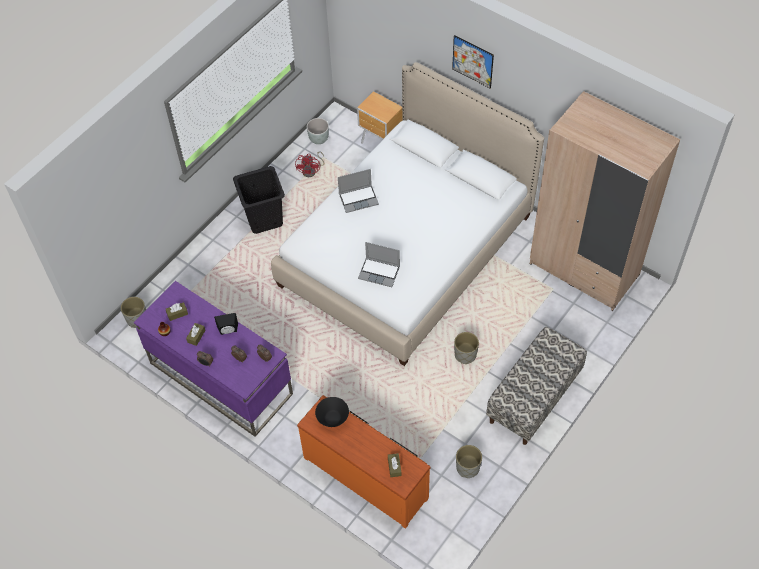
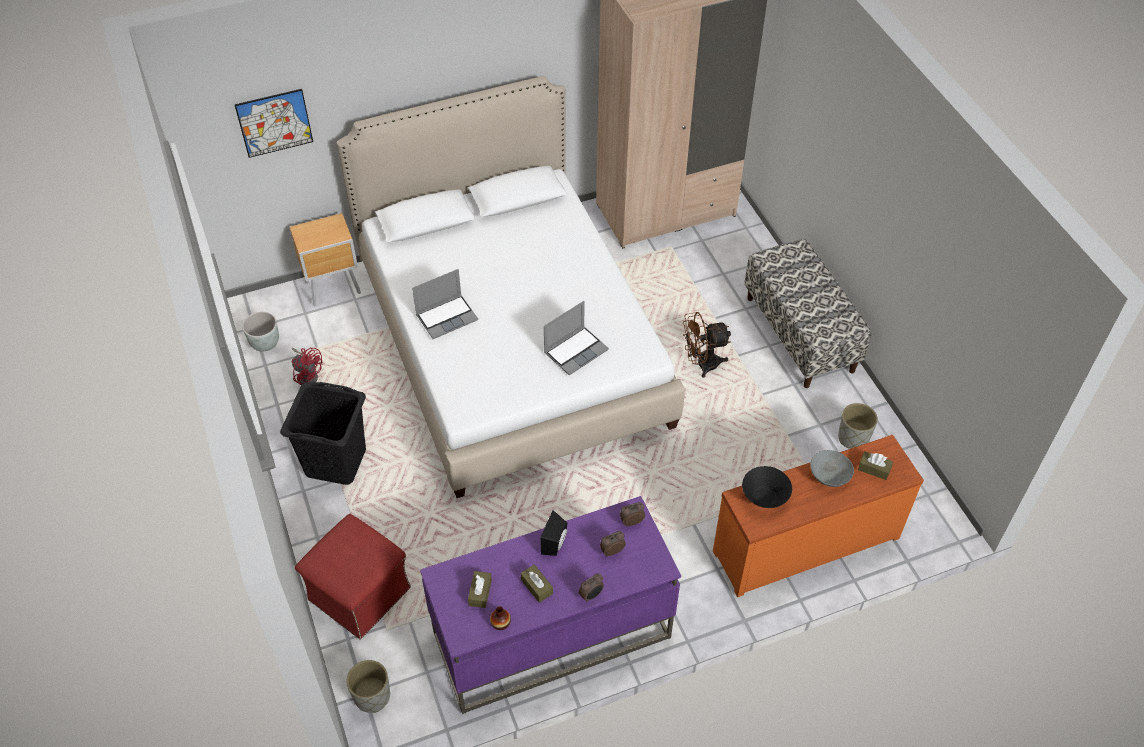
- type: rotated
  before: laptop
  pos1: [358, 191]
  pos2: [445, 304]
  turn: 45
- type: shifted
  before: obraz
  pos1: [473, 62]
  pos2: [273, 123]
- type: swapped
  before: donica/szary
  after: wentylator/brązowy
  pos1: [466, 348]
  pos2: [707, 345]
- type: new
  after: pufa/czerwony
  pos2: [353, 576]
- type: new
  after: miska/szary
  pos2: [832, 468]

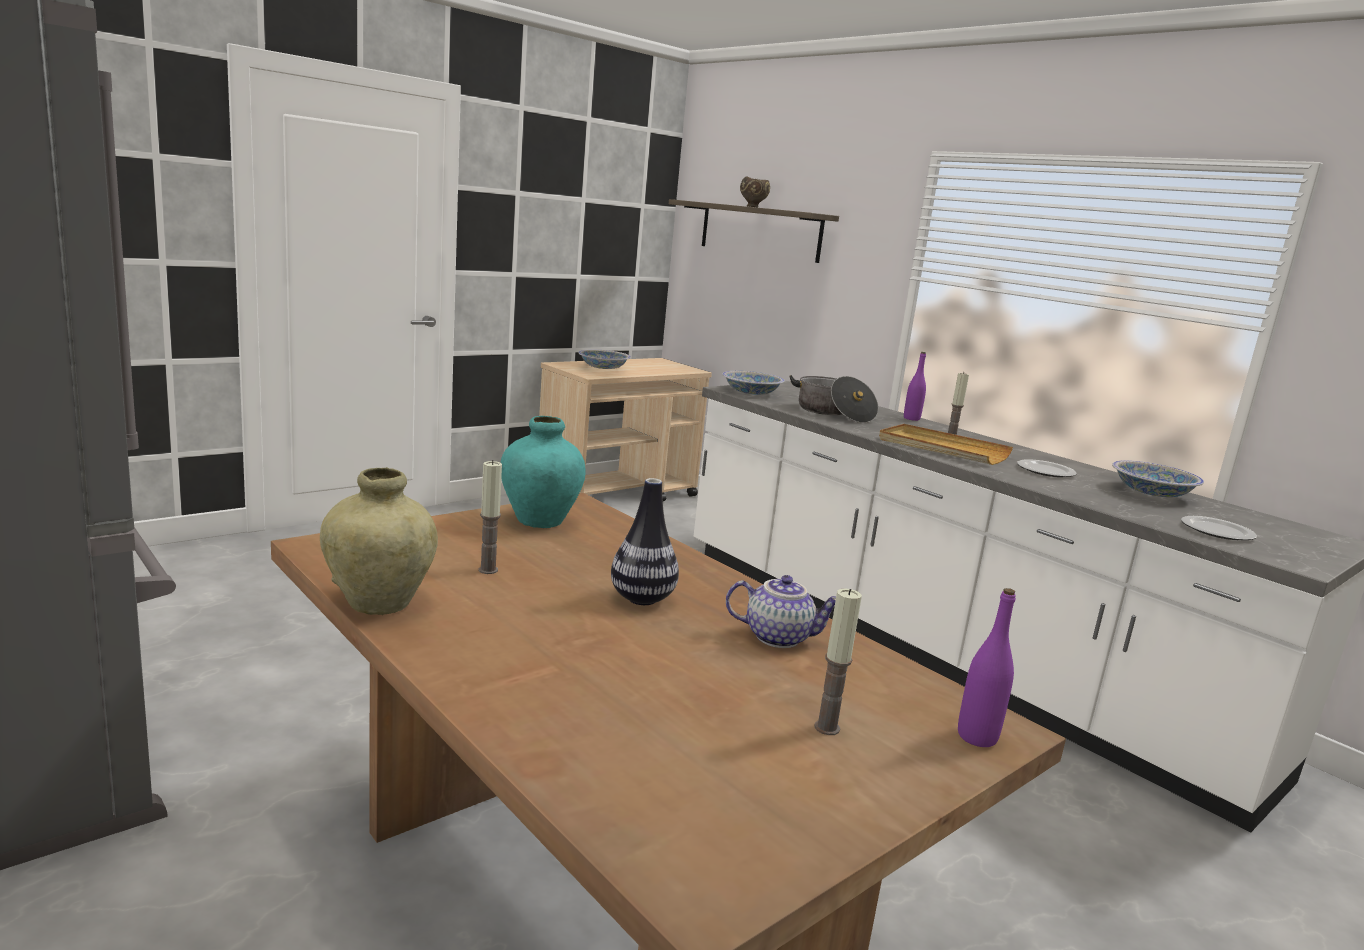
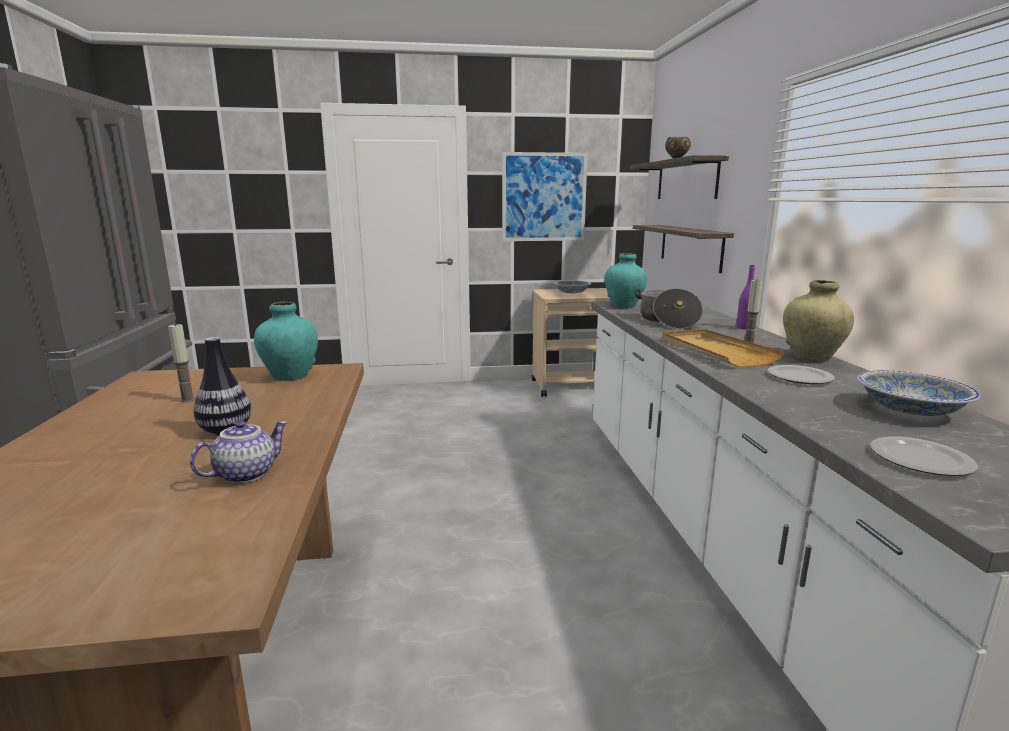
- type: shifted
  before: wazon/beżowy
  pos1: [379, 541]
  pos2: [818, 321]
- type: swapped
  before: miska
  after: wazon/turkusowy
  pos1: [753, 383]
  pos2: [625, 280]
- type: rotated
  before: imbryk
  pos1: [781, 611]
  pos2: [239, 451]
  turn: -90
- type: gone
  before: świeca
  pos1: [838, 661]
- type: gone
  before: butelka/fioletowy
  pos1: [987, 667]
- type: new
  after: obraz
  pos2: [545, 196]
- type: new
  after: półka
  pos2: [683, 249]

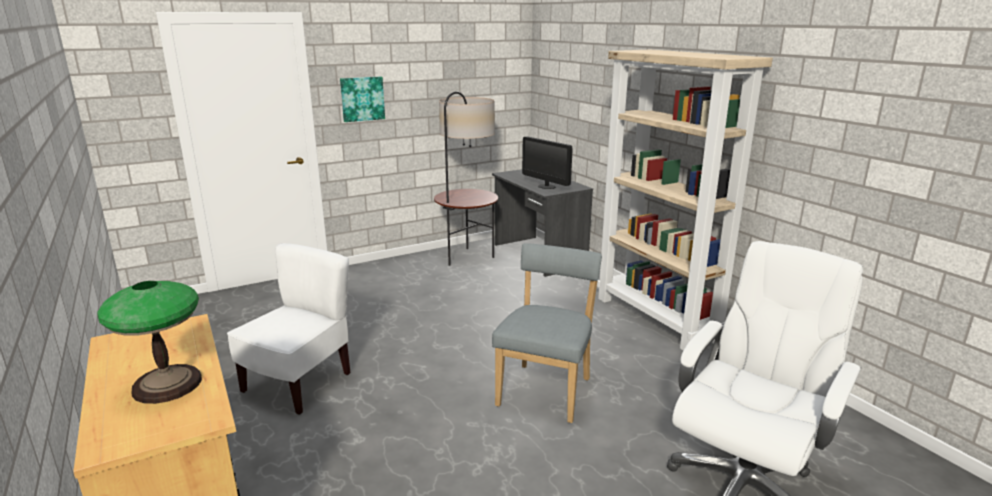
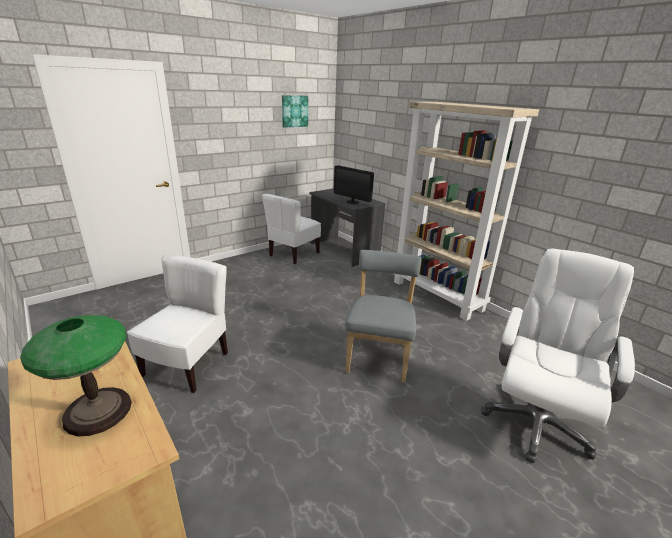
- type: shifted
  before: obraz
  pos1: [362, 99]
  pos2: [295, 111]
- type: swapped
  before: lampa stojąca
  after: krzesło/biały
  pos1: [466, 178]
  pos2: [291, 229]

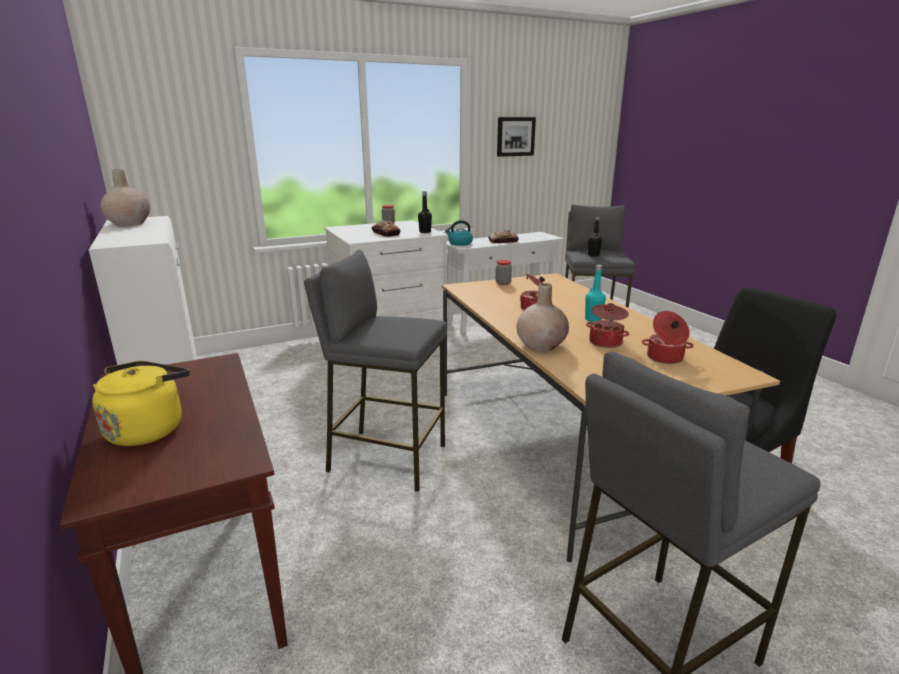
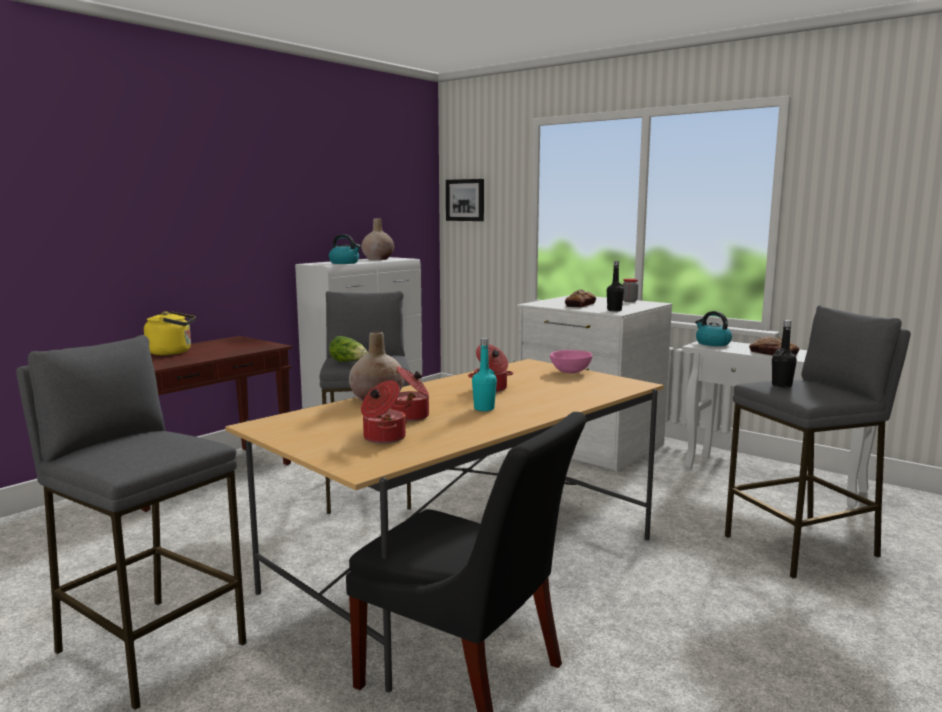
- type: swapped
  before: słoik
  after: miska/różowy
  pos1: [504, 272]
  pos2: [571, 361]
- type: shifted
  before: obraz
  pos1: [516, 137]
  pos2: [465, 200]
- type: new
  after: czajnik
  pos2: [345, 249]
- type: new
  after: sałata
  pos2: [348, 349]

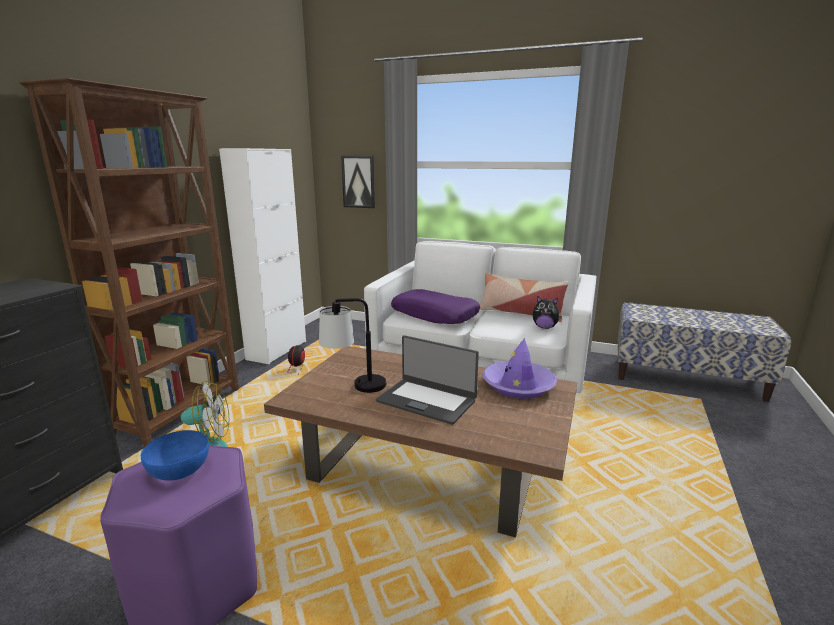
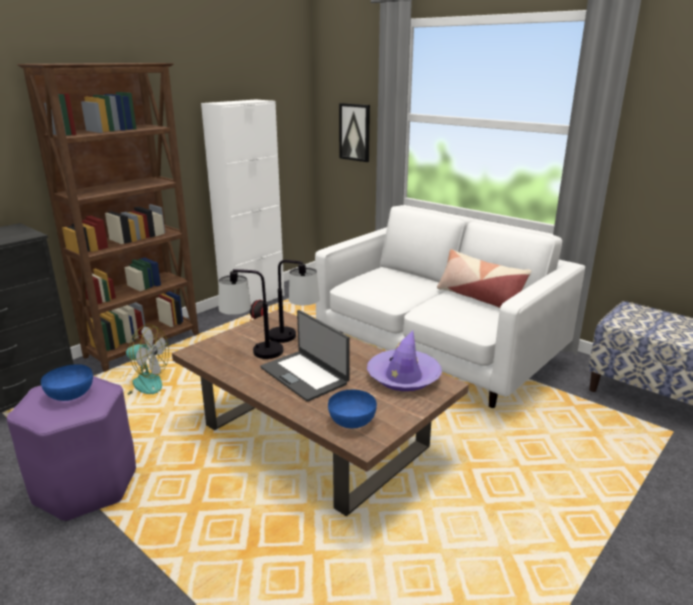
- type: gone
  before: poduszka/fioletowy
  pos1: [435, 306]
- type: gone
  before: pluszak
  pos1: [547, 313]
- type: new
  after: lampa stołowa
  pos2: [294, 301]
- type: new
  after: miska/niebieski
  pos2: [352, 409]

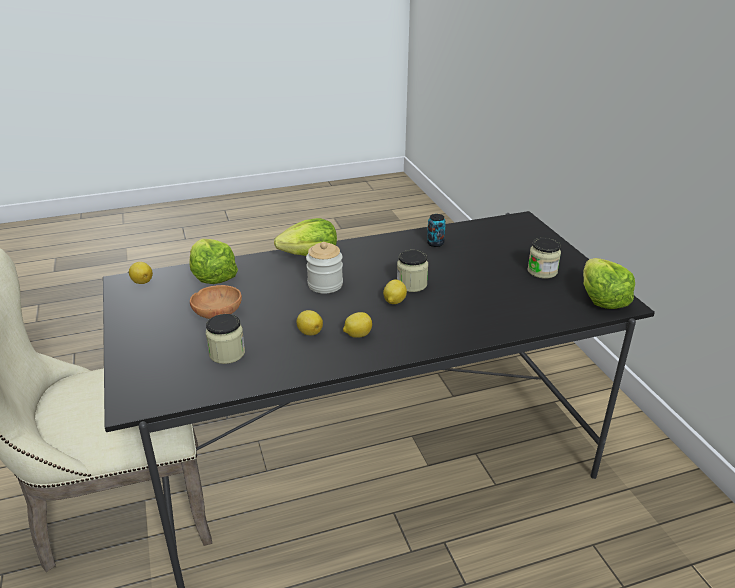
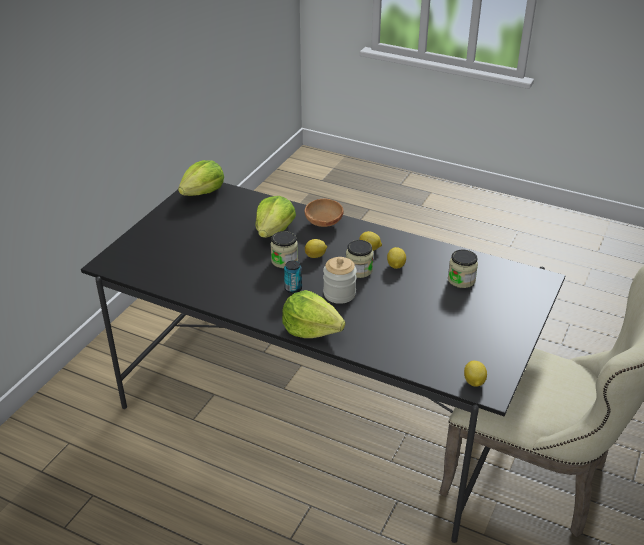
- type: shifted
  before: sałata
  pos1: [214, 261]
  pos2: [275, 217]
- type: shifted
  before: miska/brązowy
  pos1: [216, 302]
  pos2: [324, 213]
- type: shifted
  before: puszka
  pos1: [436, 230]
  pos2: [293, 276]
- type: shifted
  before: słoik
  pos1: [544, 258]
  pos2: [360, 259]

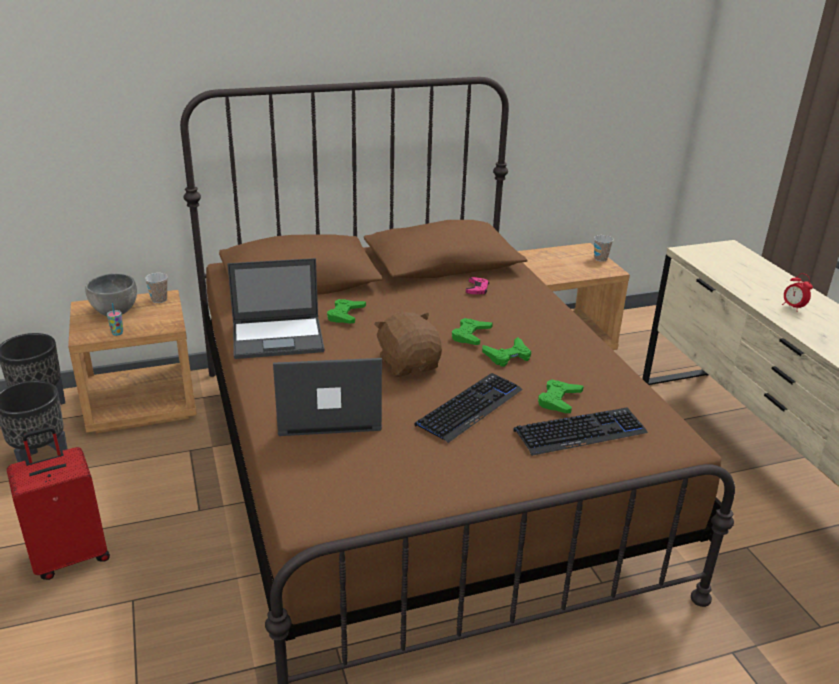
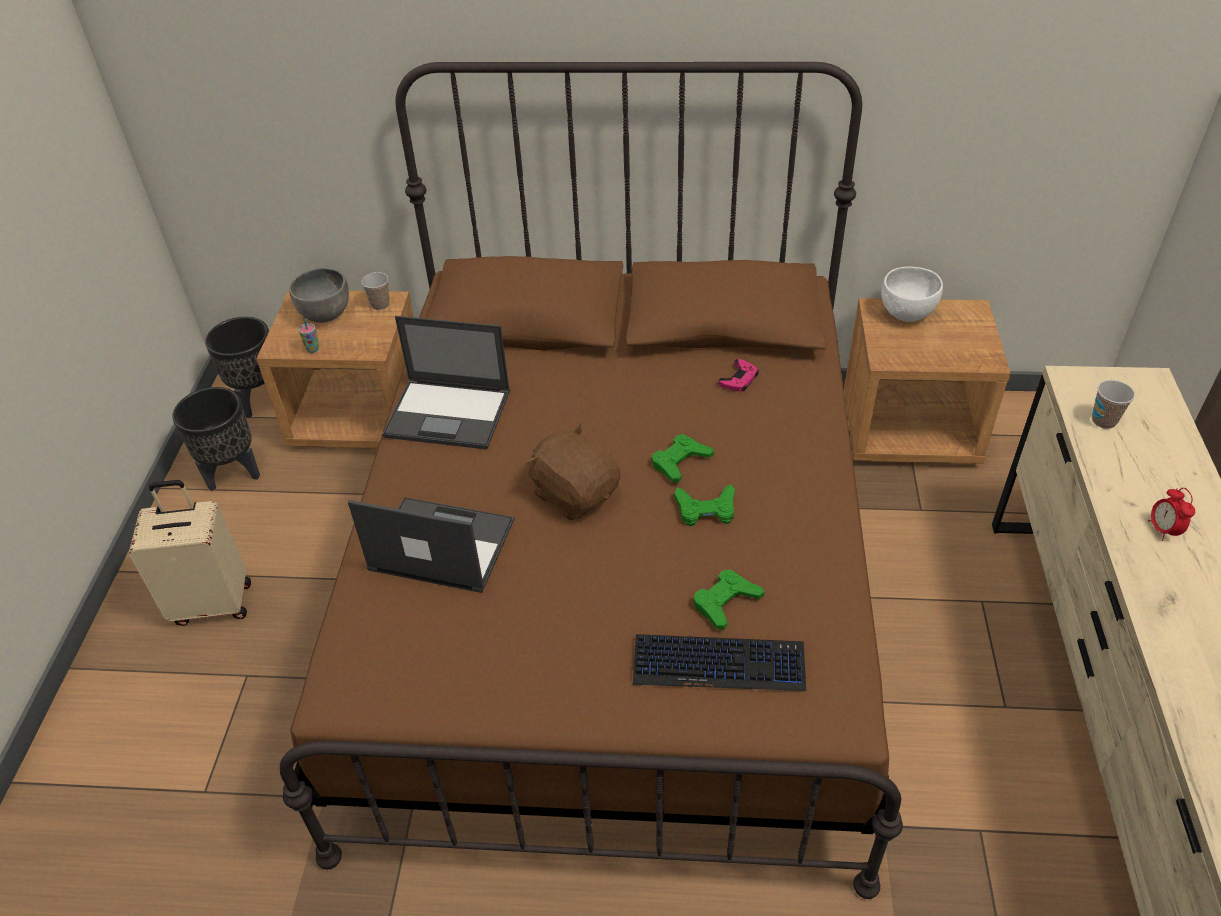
- type: repainted
  before: walizka/czerwony
  after: walizka/beżowy
  pos1: [58, 503]
  pos2: [190, 553]
- type: gone
  before: pad do gier/zielony
  pos1: [346, 311]
- type: rotated
  before: pluszak/brązowy
  pos1: [408, 344]
  pos2: [573, 472]
  turn: -45
- type: gone
  before: klawiatura
  pos1: [468, 408]
- type: shifted
  before: filiżanka
  pos1: [604, 248]
  pos2: [1113, 404]
- type: new
  after: miska/biały
  pos2: [912, 294]

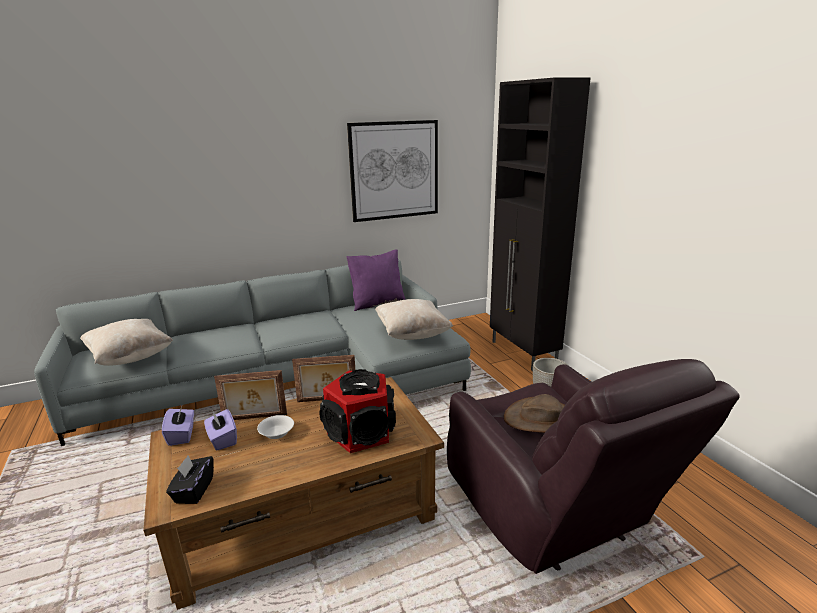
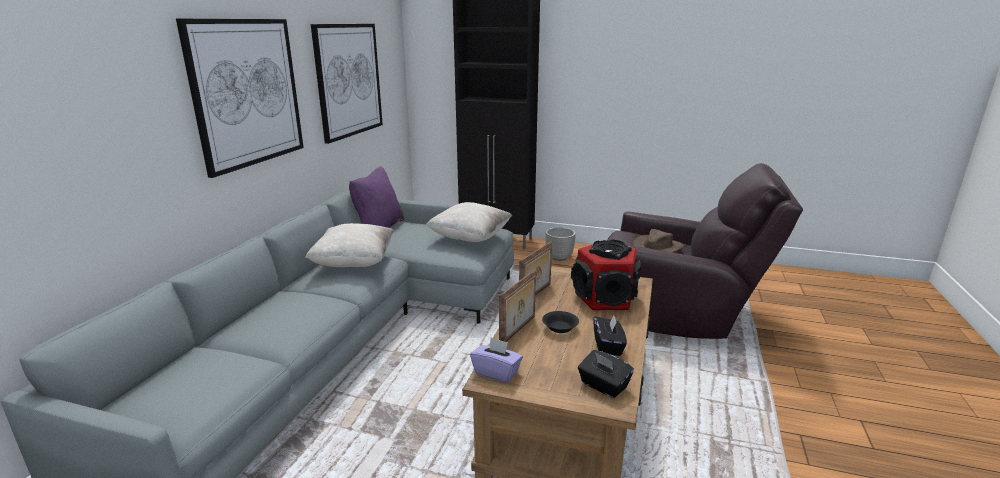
- type: shifted
  before: poduszka/beżowy
  pos1: [126, 342]
  pos2: [349, 245]
- type: gone
  before: pudełko chusteczek/fioletowy
  pos1: [220, 429]
- type: repainted
  before: miska/biały
  after: miska/czarny
  pos1: [275, 427]
  pos2: [560, 322]
- type: new
  after: obraz
  pos2: [240, 98]
- type: new
  after: pudełko chusteczek/czarny
  pos2: [610, 334]

